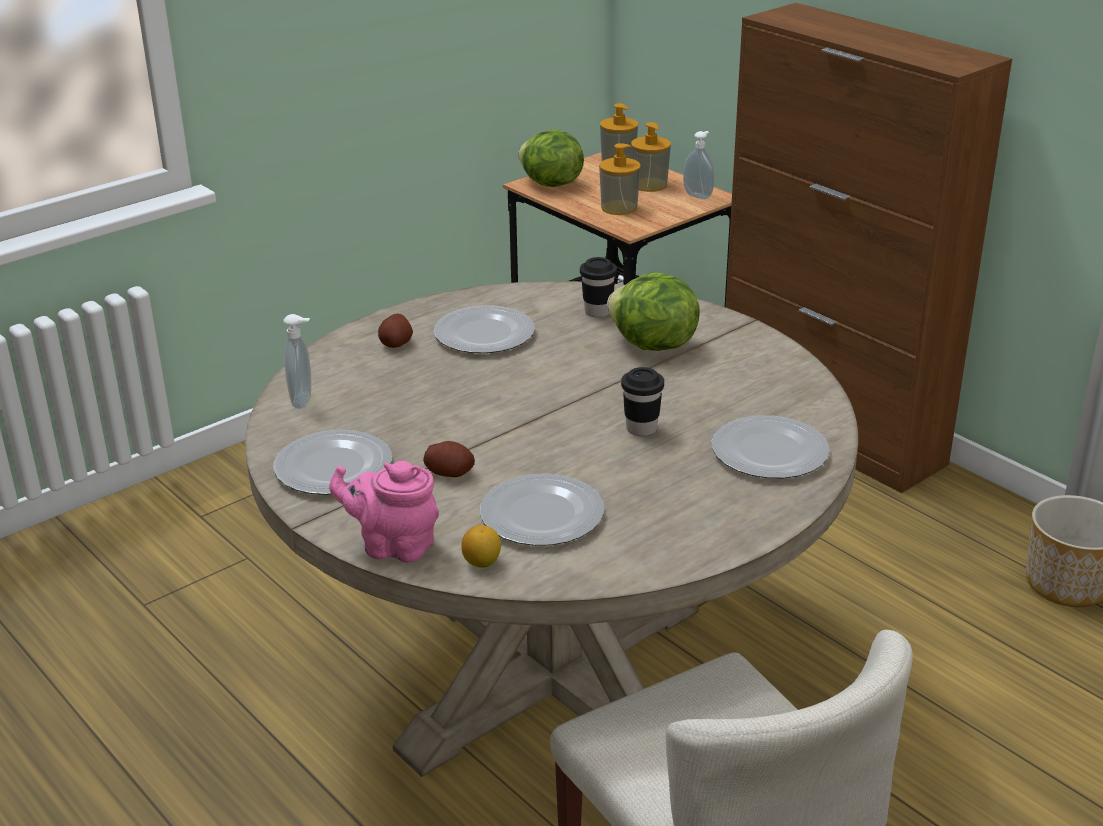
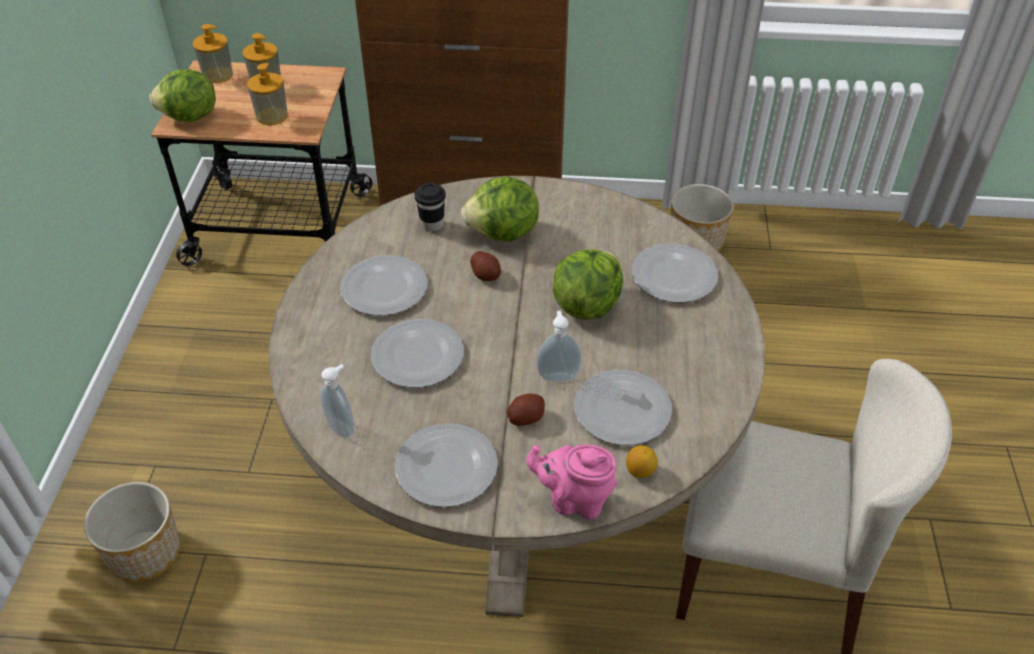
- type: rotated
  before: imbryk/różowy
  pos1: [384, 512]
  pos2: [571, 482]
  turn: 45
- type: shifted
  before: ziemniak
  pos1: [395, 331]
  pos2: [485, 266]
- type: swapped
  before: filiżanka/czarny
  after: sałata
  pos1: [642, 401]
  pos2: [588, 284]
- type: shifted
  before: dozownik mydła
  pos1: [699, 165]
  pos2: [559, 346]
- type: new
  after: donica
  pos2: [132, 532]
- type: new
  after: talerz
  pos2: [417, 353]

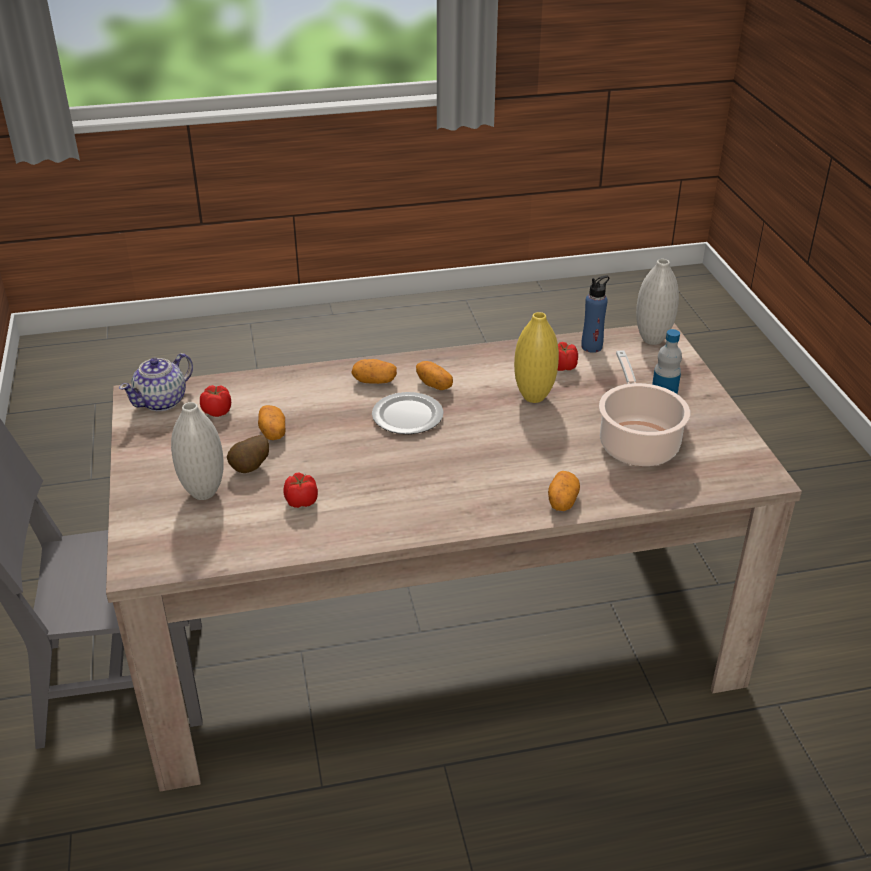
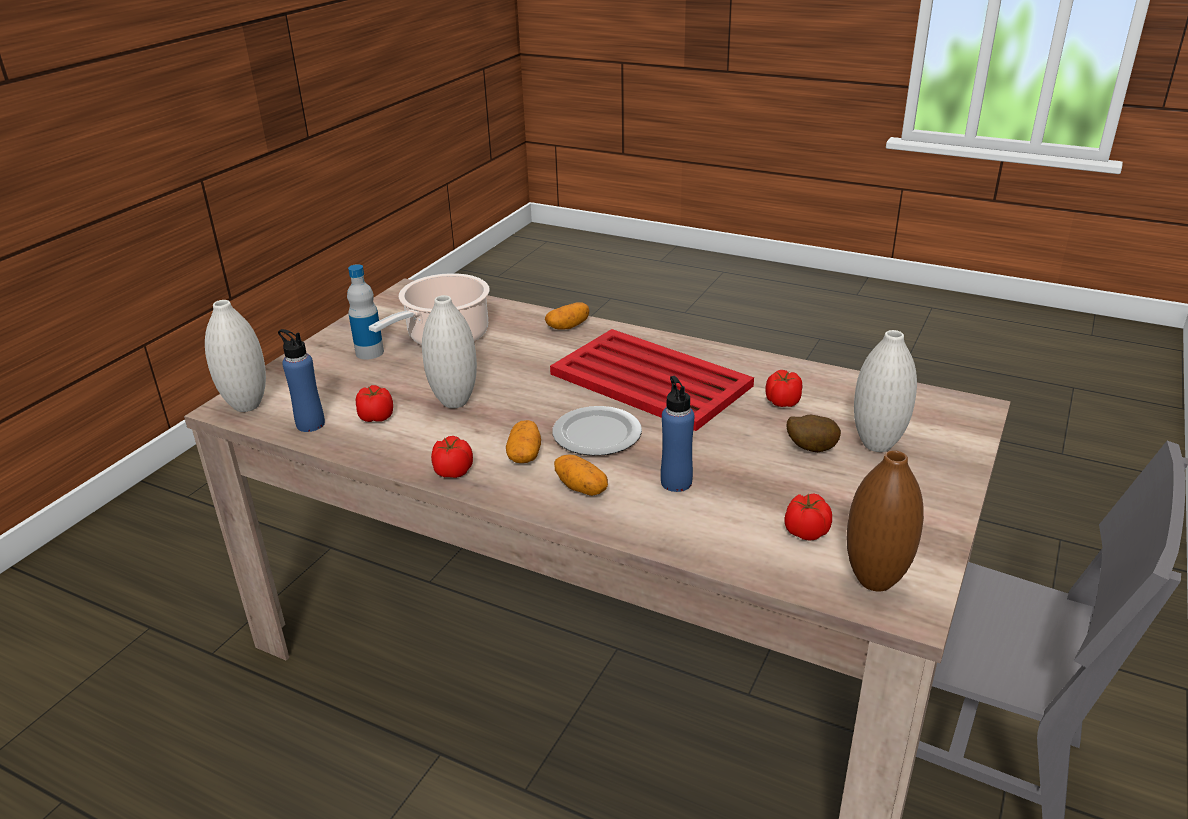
- type: swapped
  before: imbryk
  after: wazon/brązowy
  pos1: [156, 382]
  pos2: [885, 521]
- type: gone
  before: ziemniak
  pos1: [271, 422]
- type: repainted
  before: wazon/żółty
  after: wazon/biały
  pos1: [536, 357]
  pos2: [449, 351]
- type: new
  after: pomidor
  pos2: [452, 457]
- type: new
  after: taca/czerwony
  pos2: [652, 380]
- type: new
  after: butelka/niebieski
  pos2: [677, 434]

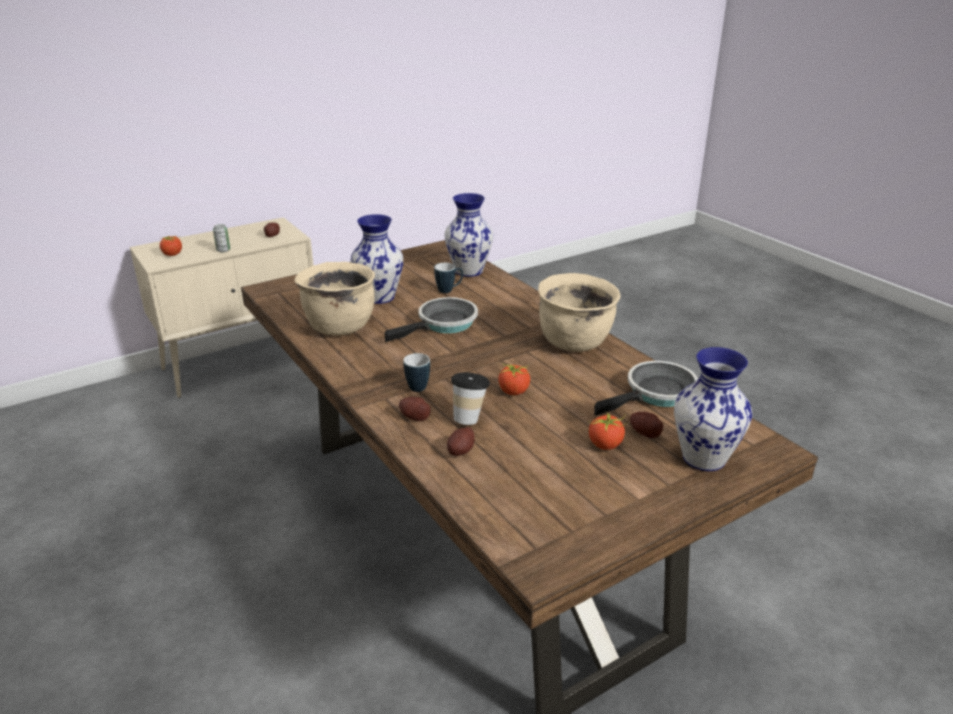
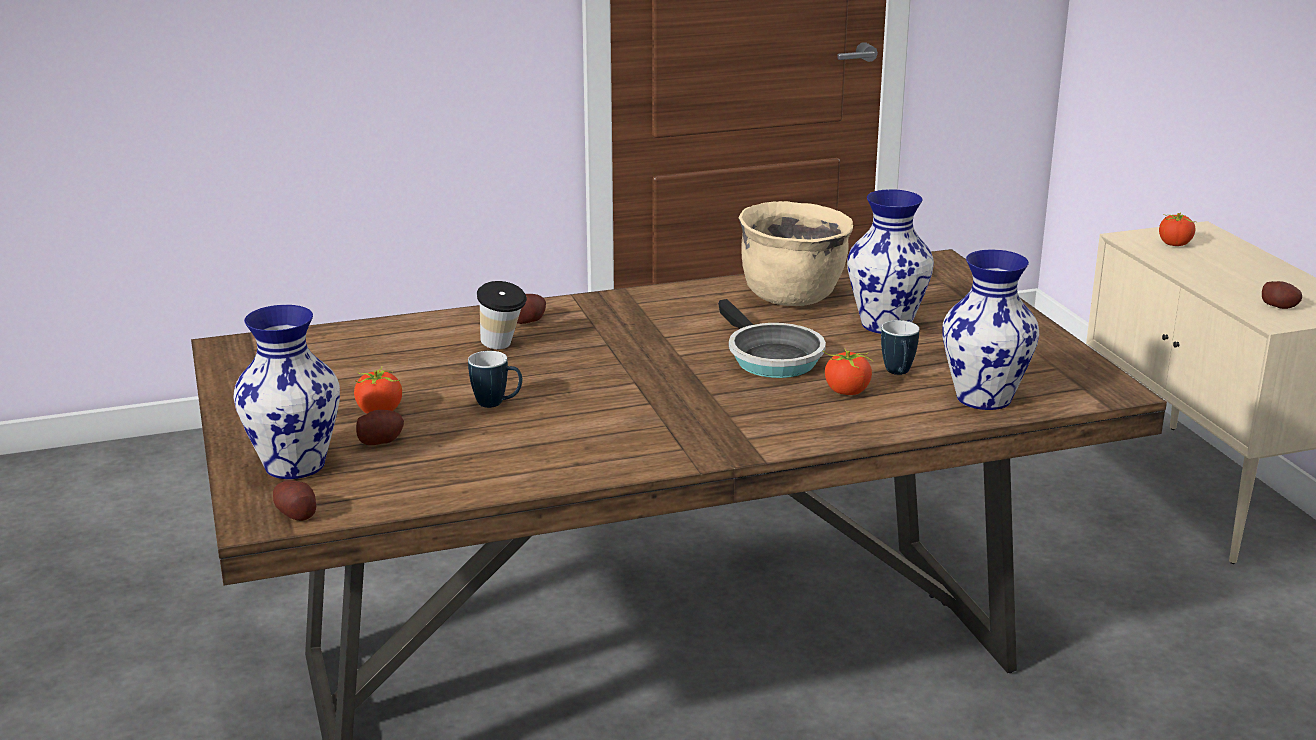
- type: gone
  before: puszka
  pos1: [221, 238]
- type: shifted
  before: kubek
  pos1: [416, 372]
  pos2: [495, 379]
- type: shifted
  before: ziemniak
  pos1: [461, 441]
  pos2: [294, 500]
- type: shifted
  before: pomidor
  pos1: [514, 379]
  pos2: [848, 371]
- type: gone
  before: garnek/beżowy
  pos1: [579, 312]
- type: gone
  before: patelnia
  pos1: [646, 388]

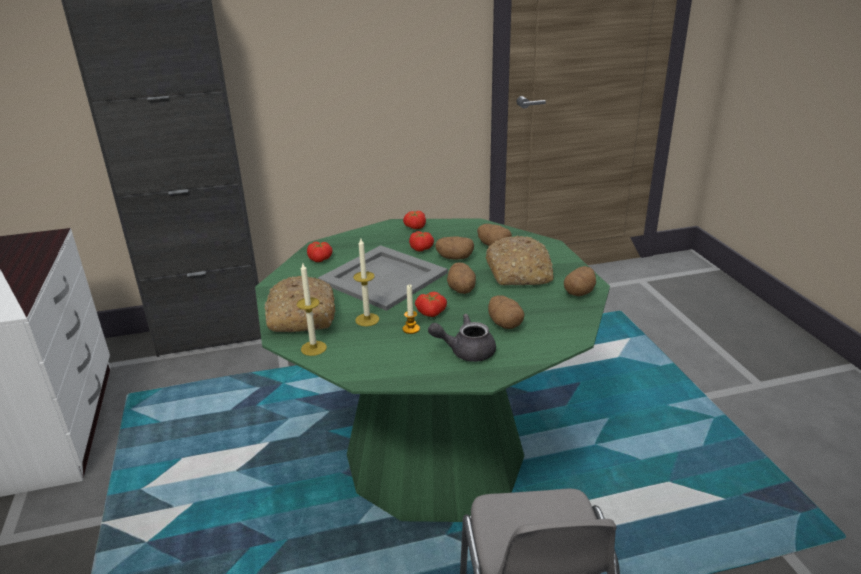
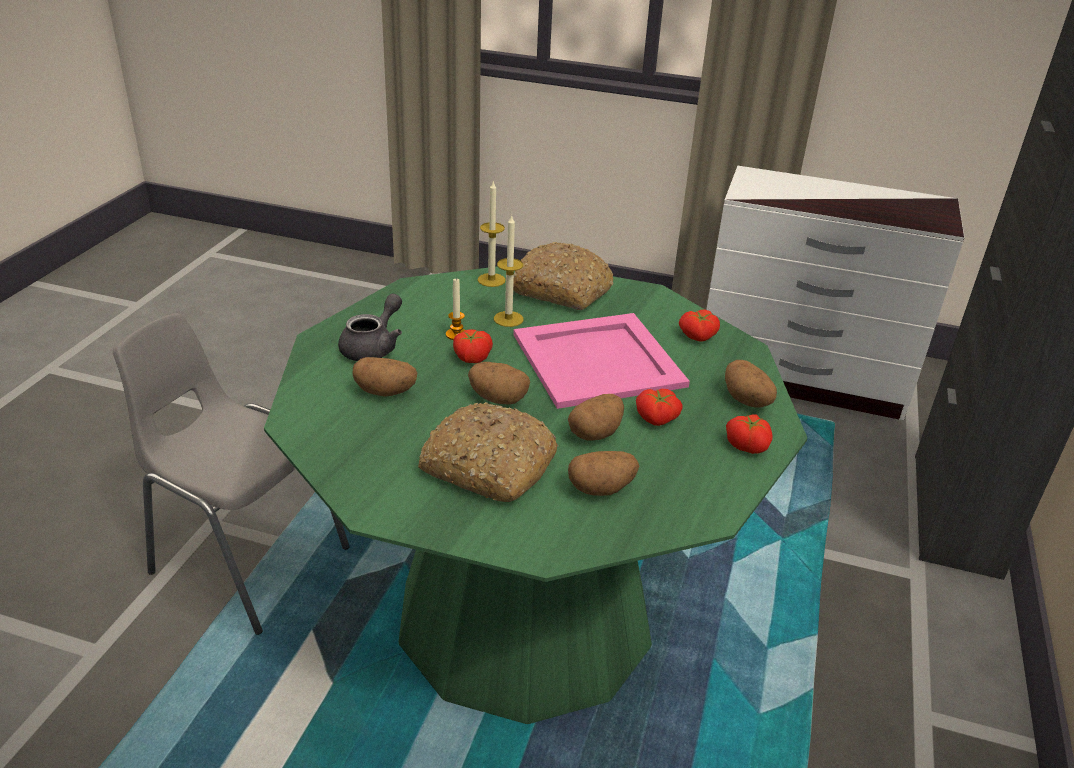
- type: repainted
  before: taca/szary
  after: taca/różowy
  pos1: [383, 278]
  pos2: [601, 361]
- type: shifted
  before: ziemniak
  pos1: [580, 281]
  pos2: [751, 384]

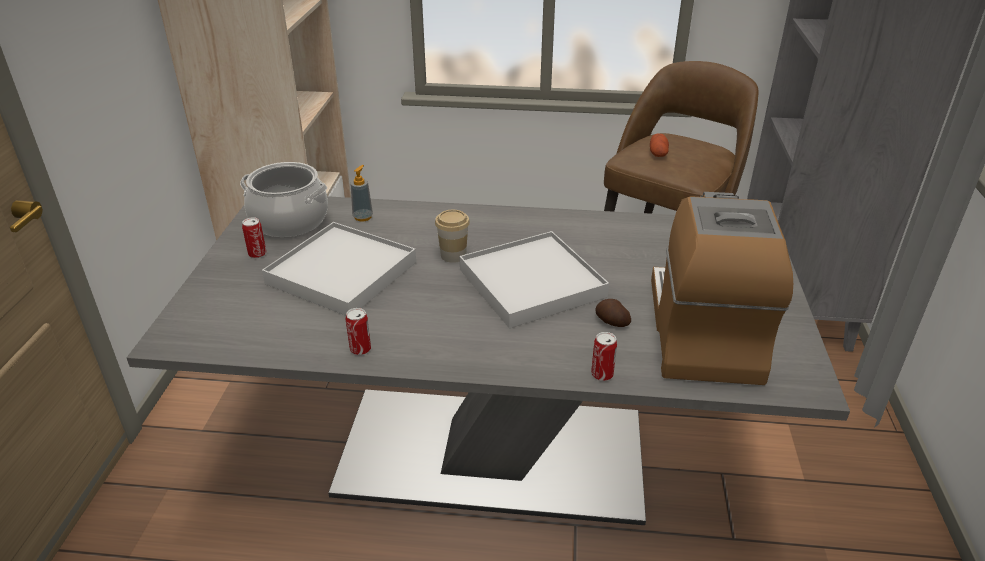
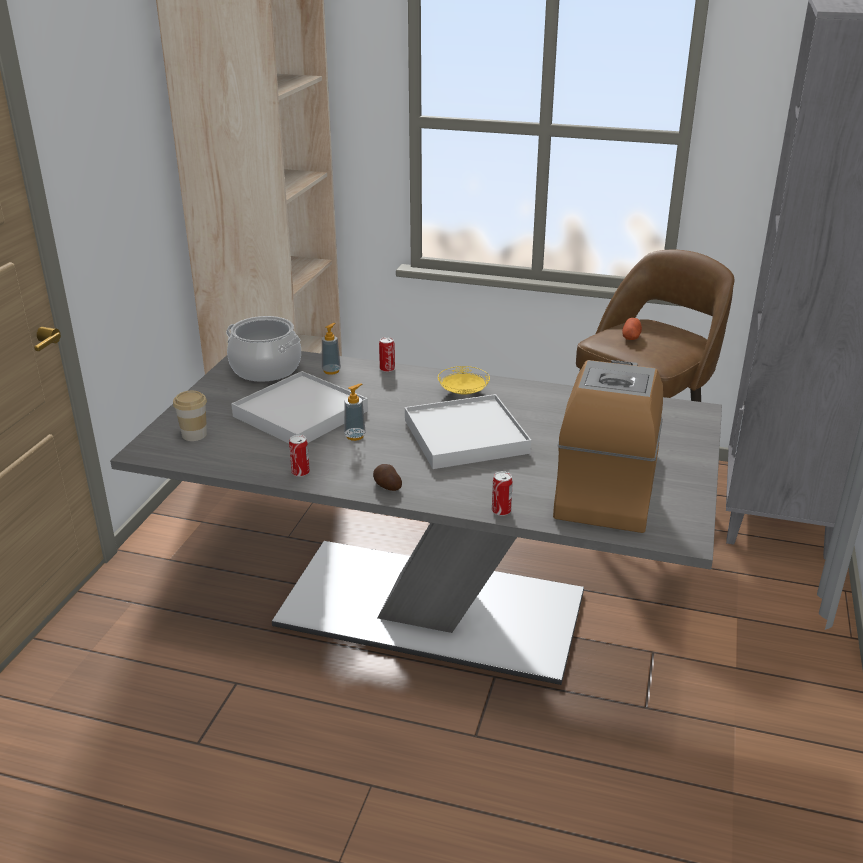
- type: shifted
  before: puszka
  pos1: [254, 237]
  pos2: [387, 354]
- type: shifted
  before: filiżanka
  pos1: [452, 236]
  pos2: [190, 416]
- type: shifted
  before: ziemniak
  pos1: [613, 313]
  pos2: [387, 477]
- type: new
  after: dozownik mydła
  pos2: [355, 412]
- type: new
  after: talerz/żółty
  pos2: [464, 380]

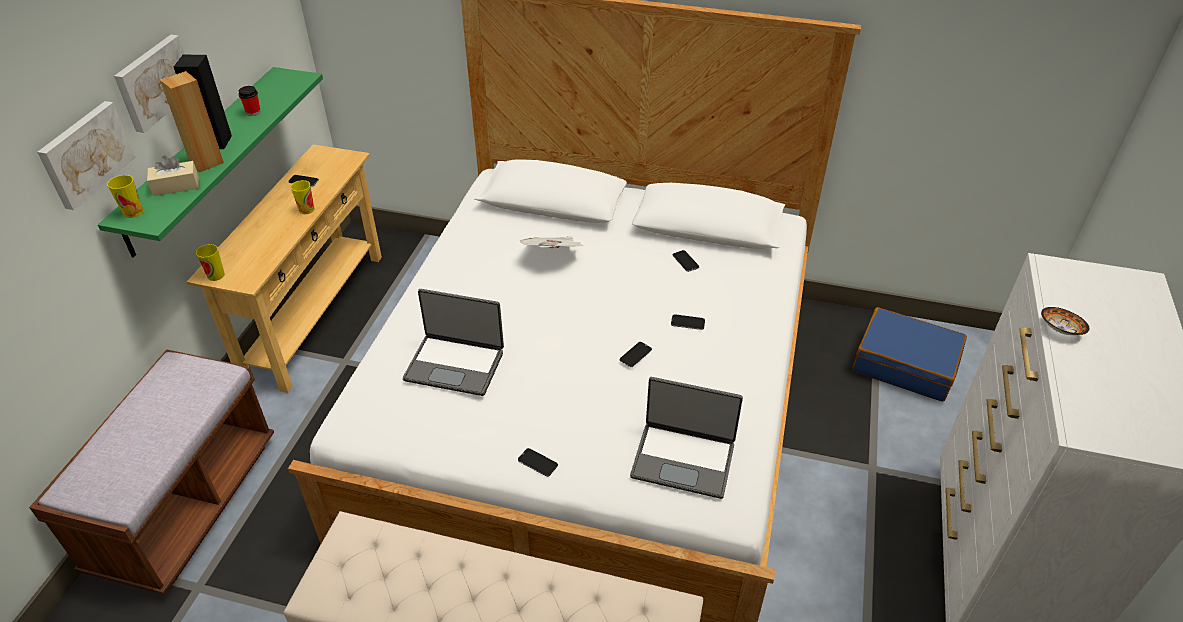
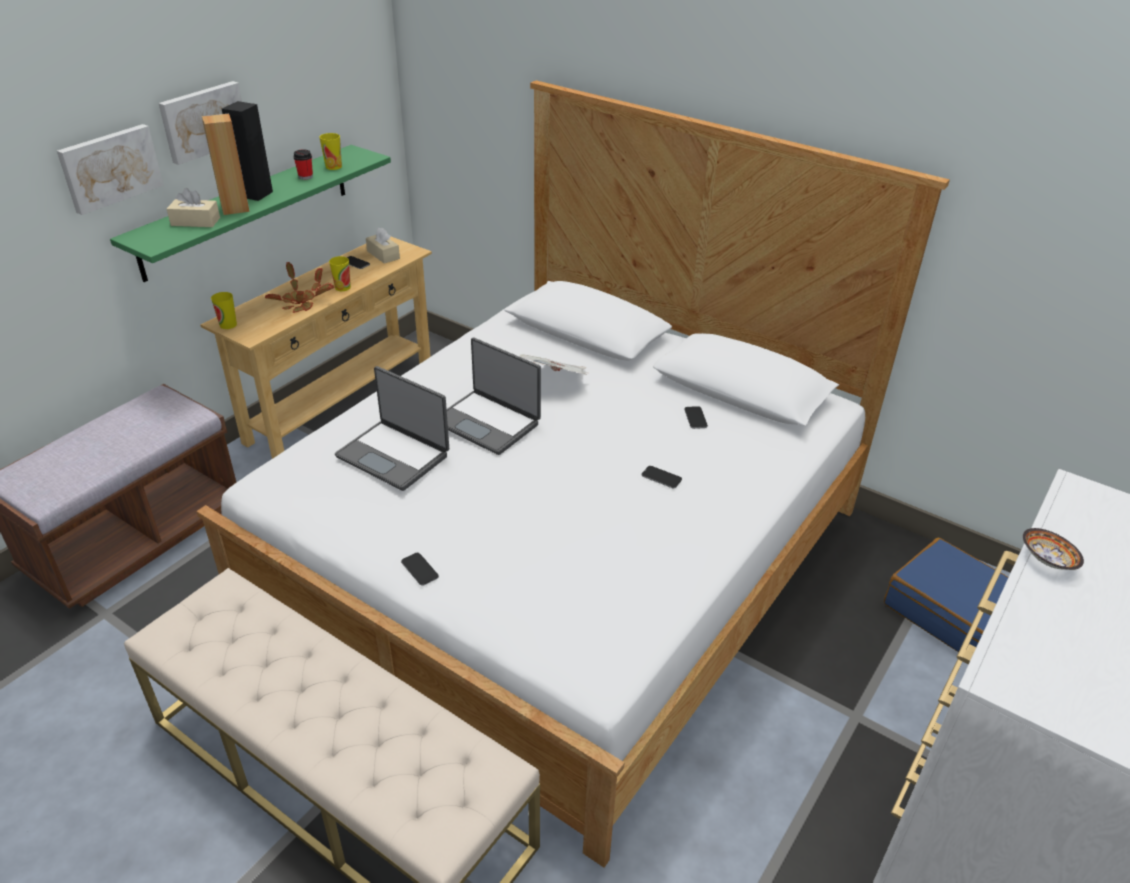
- type: shifted
  before: filiżanka
  pos1: [125, 196]
  pos2: [330, 151]
- type: gone
  before: telefon
  pos1: [636, 354]
- type: shifted
  before: laptop
  pos1: [686, 438]
  pos2: [494, 396]
- type: new
  after: roślina doniczkowa
  pos2: [300, 287]
- type: new
  after: pudełko chusteczek/beżowy
  pos2: [383, 245]

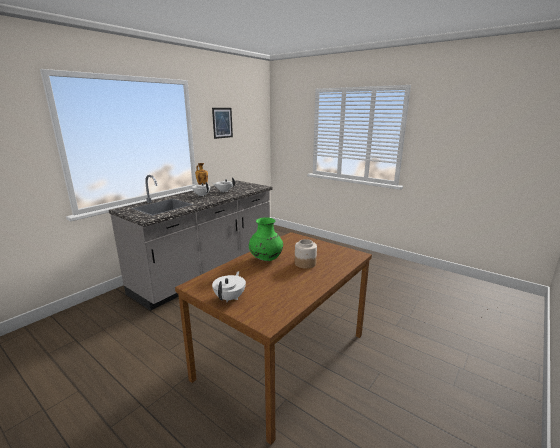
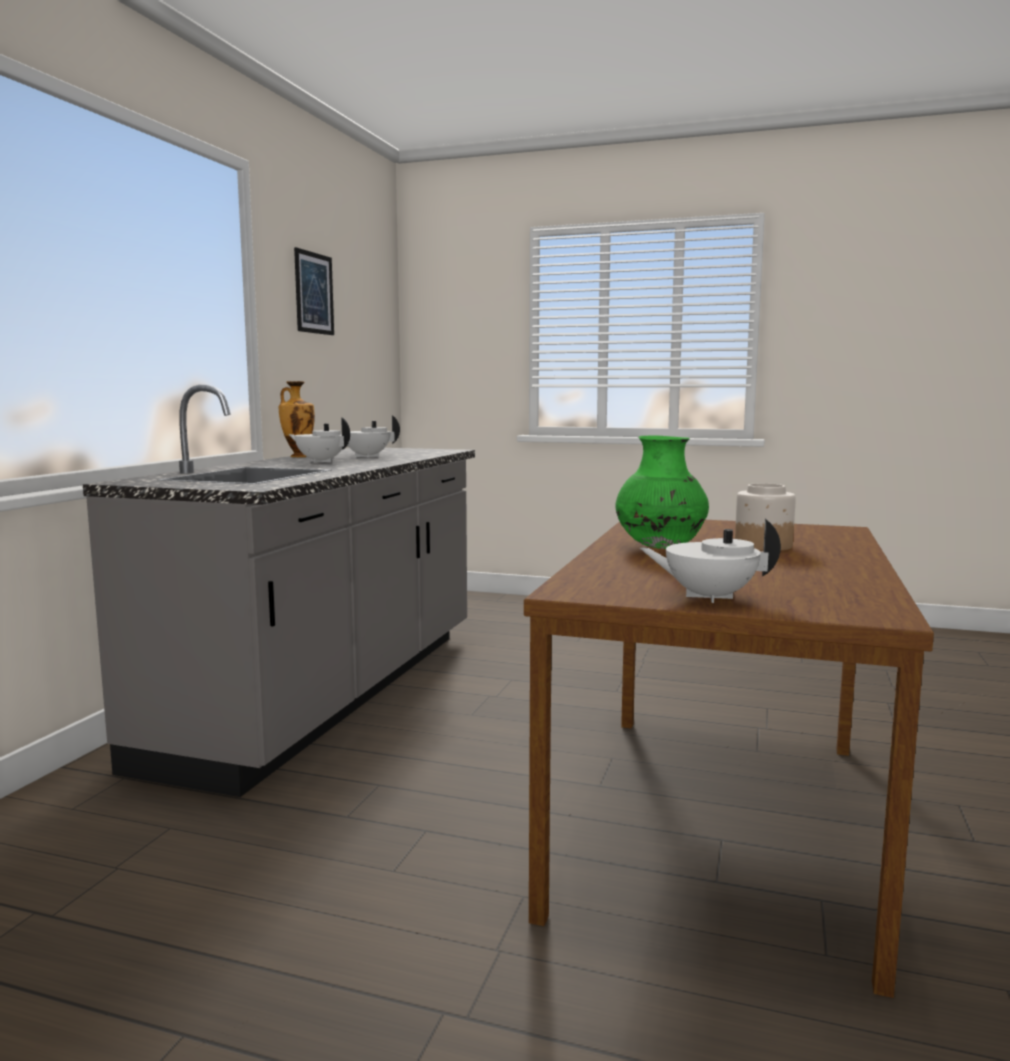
- type: rotated
  before: imbryk/biały
  pos1: [229, 287]
  pos2: [710, 561]
  turn: -75

